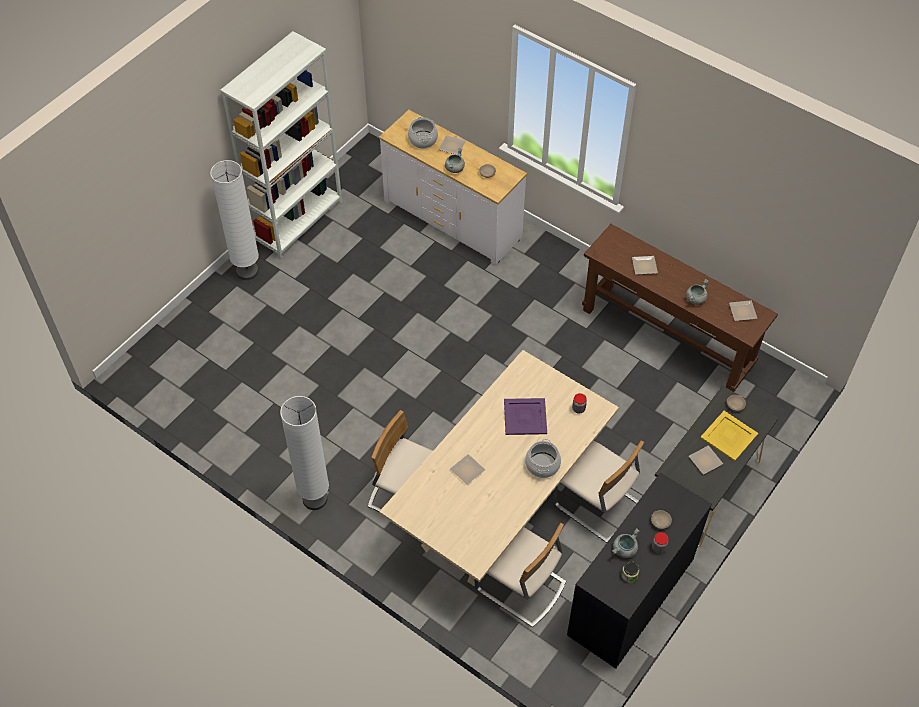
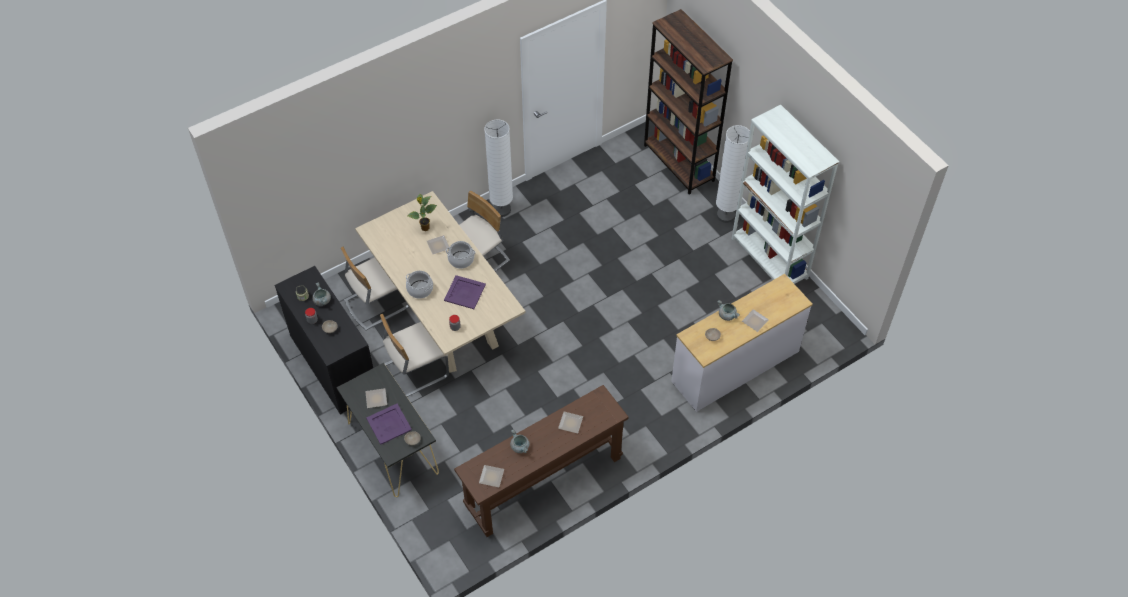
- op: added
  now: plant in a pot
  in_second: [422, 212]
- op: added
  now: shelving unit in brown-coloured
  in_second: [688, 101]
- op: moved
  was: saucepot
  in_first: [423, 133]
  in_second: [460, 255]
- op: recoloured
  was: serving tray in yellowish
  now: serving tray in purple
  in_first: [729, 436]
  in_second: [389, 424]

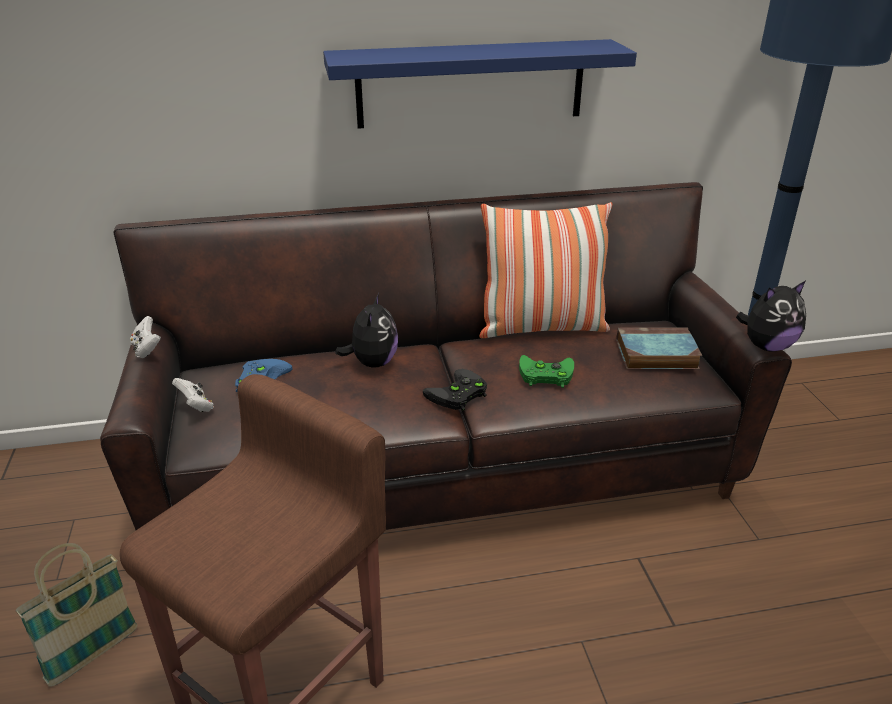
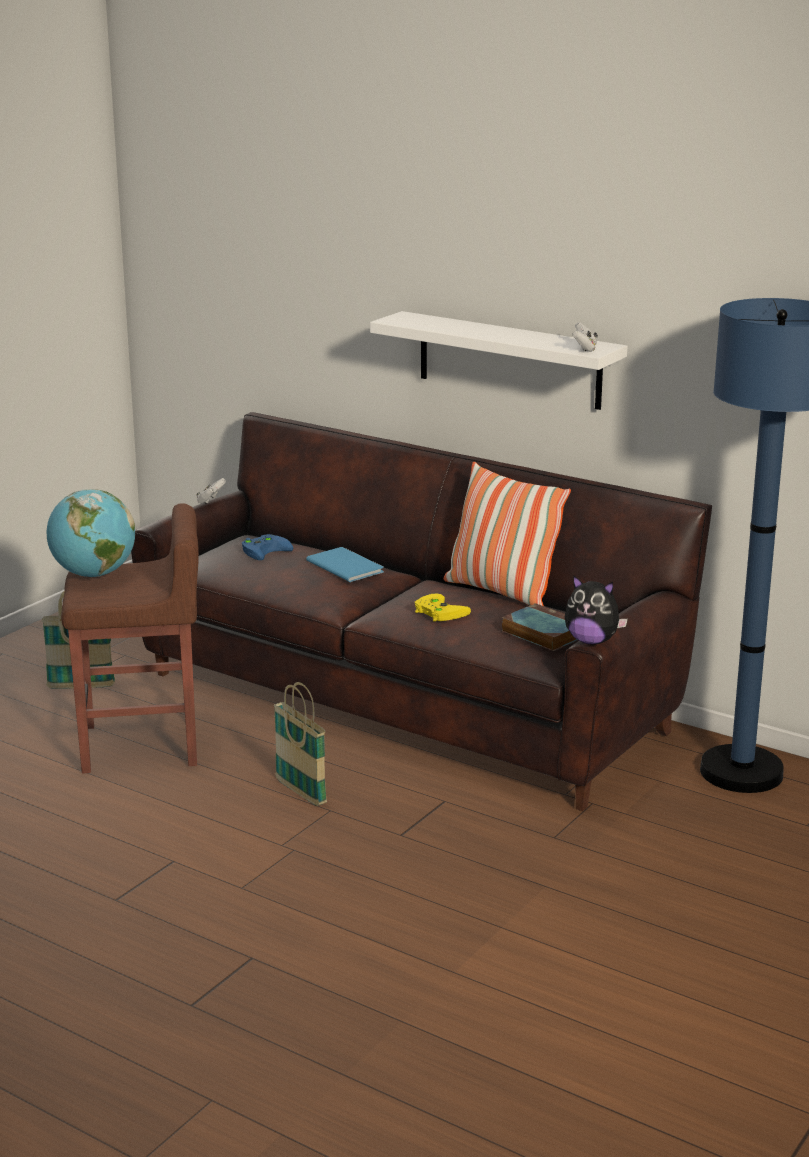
- op: removed
  was: joypad in black-coloured
  in_first: [455, 390]
- op: added
  now: world globe
  in_second: [91, 533]
- op: added
  now: household basket
  in_second: [300, 744]
- op: moved
  was: joypad in white
  in_first: [193, 395]
  in_second: [585, 337]
- op: replaced
  was: cuddly toy
  now: volume in bluish
  in_first: [366, 330]
  in_second: [345, 564]
- op: recoloured
  was: wall shelf in bluish
  now: wall shelf in white
  in_first: [480, 84]
  in_second: [499, 360]
- op: recoloured
  was: joypad in green-coloured
  now: joypad in yellowish
  in_first: [546, 371]
  in_second: [443, 608]

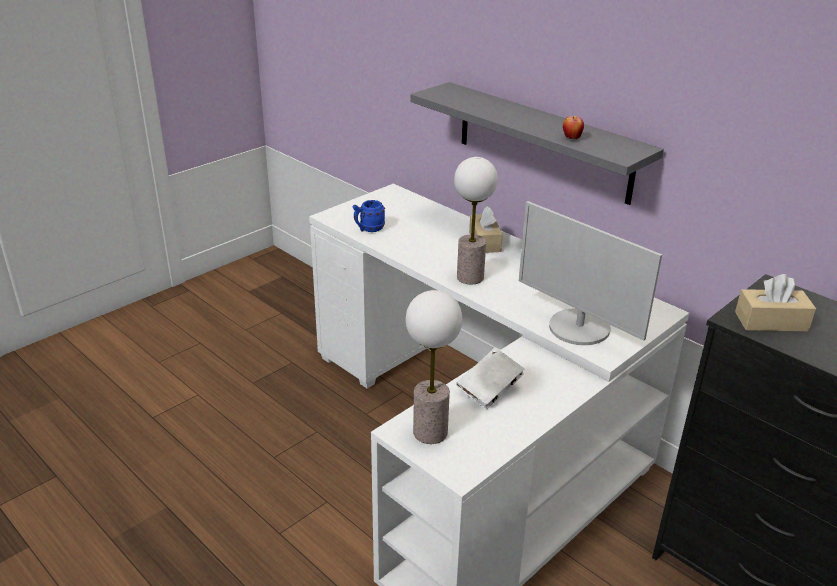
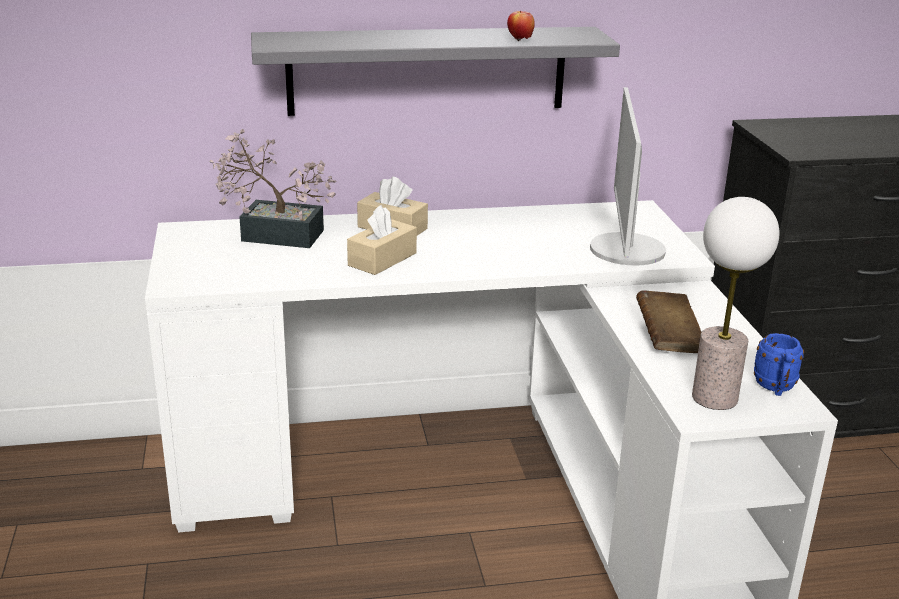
- op: removed
  was: tabletop lamp
  in_first: [476, 220]
- op: added
  now: plant in a pot
  in_second: [273, 188]
- op: moved
  was: mug in bluish
  in_first: [369, 216]
  in_second: [779, 364]
- op: moved
  was: tissue box in beige-coloured
  in_first: [775, 303]
  in_second: [382, 240]
- op: recoloured
  was: volume in white
  now: volume in brown-coloured
  in_first: [490, 378]
  in_second: [669, 321]
- op: turned
  was: computer screen
  in_first: [590, 273]
  in_second: [628, 176]
  clockwise: 105

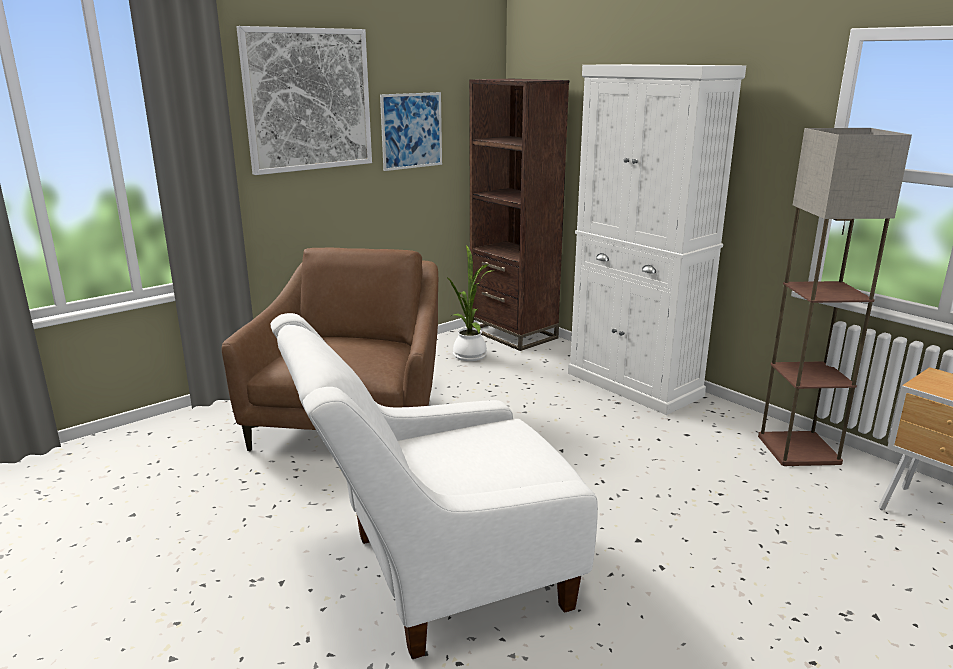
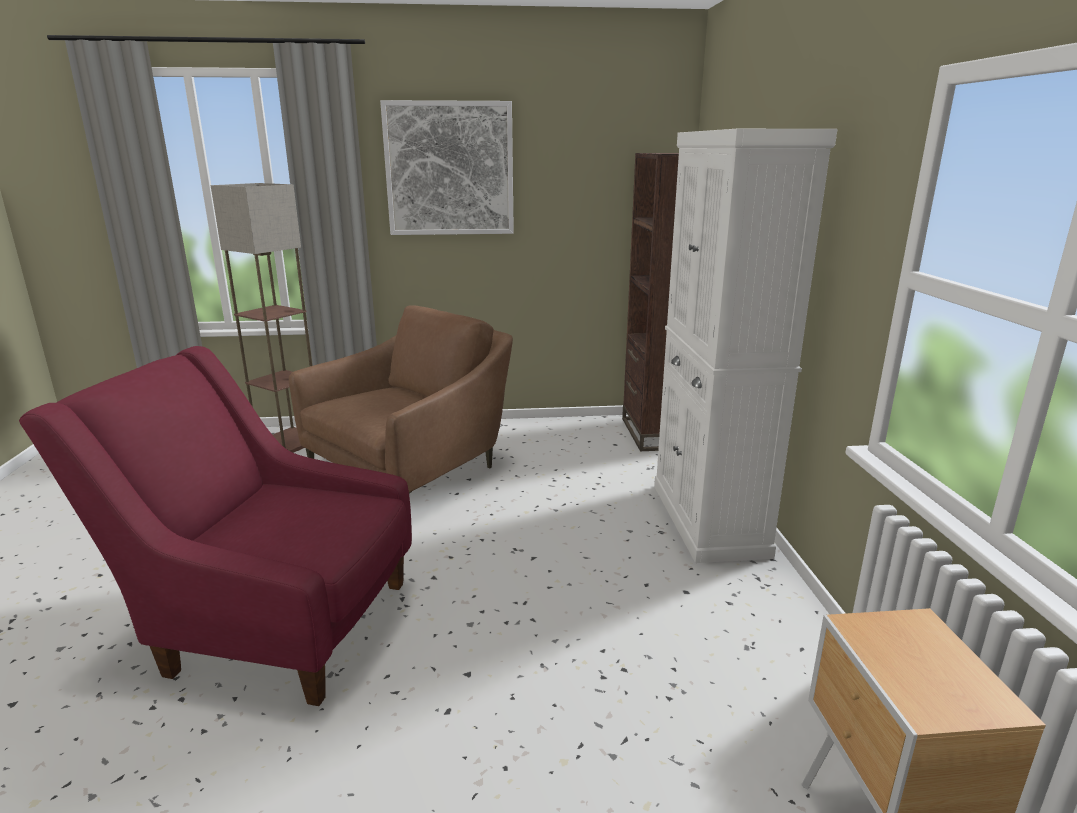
- op: removed
  was: wall picture
  in_first: [411, 131]
- op: removed
  was: plant in a pot
  in_first: [470, 303]
- op: moved
  was: standard lamp
  in_first: [835, 297]
  in_second: [261, 318]
- op: recoloured
  was: lounge chair in white
  now: lounge chair in red-coloured
  in_first: [434, 486]
  in_second: [215, 526]

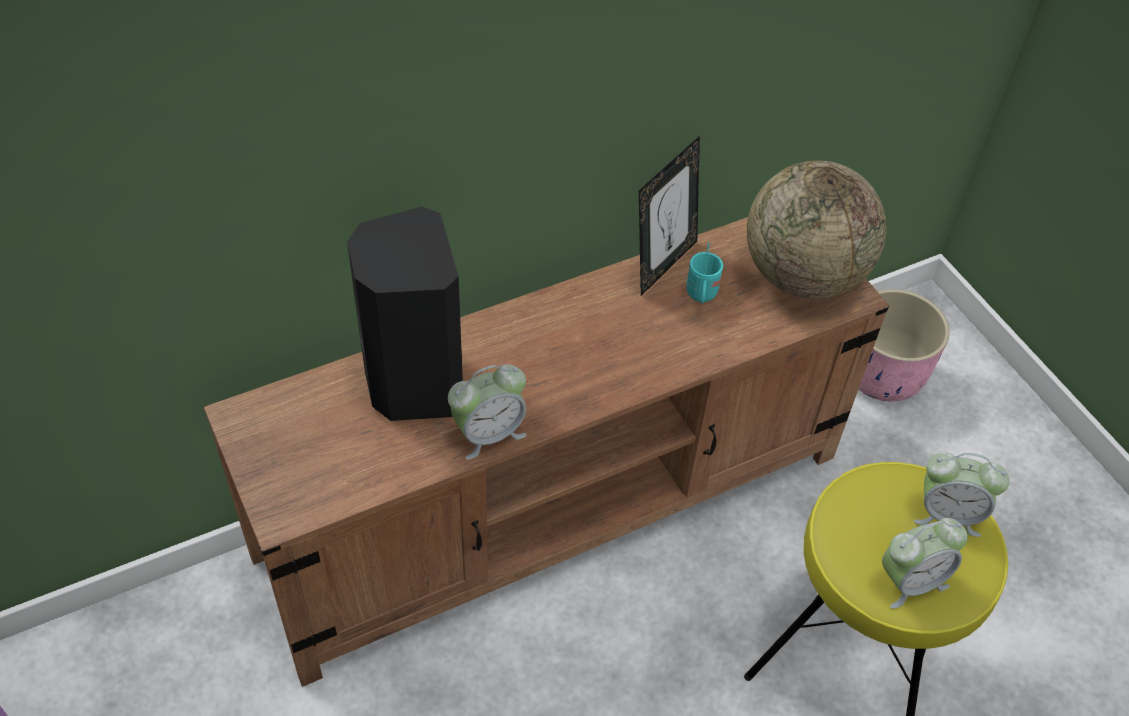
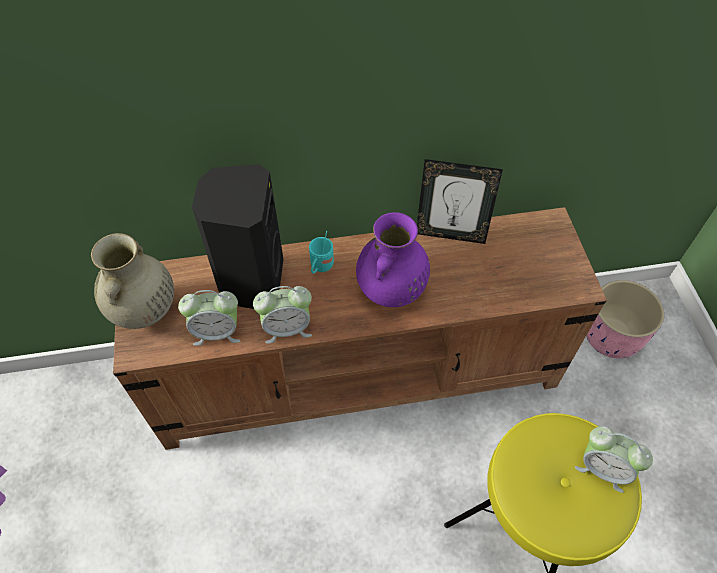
- op: removed
  was: world globe
  in_first: [817, 230]
- op: added
  now: flower vase in beige-coloured
  in_second: [132, 281]
- op: added
  now: flower vase in purple
  in_second: [393, 259]
- op: moved
  was: mug in turquoise-coloured
  in_first: [704, 273]
  in_second: [321, 252]
- op: moved
  was: bedside clock
  in_first: [925, 563]
  in_second: [209, 318]
- op: turned
  was: standing frame
  in_first: [669, 216]
  in_second: [460, 201]
  clockwise: 45

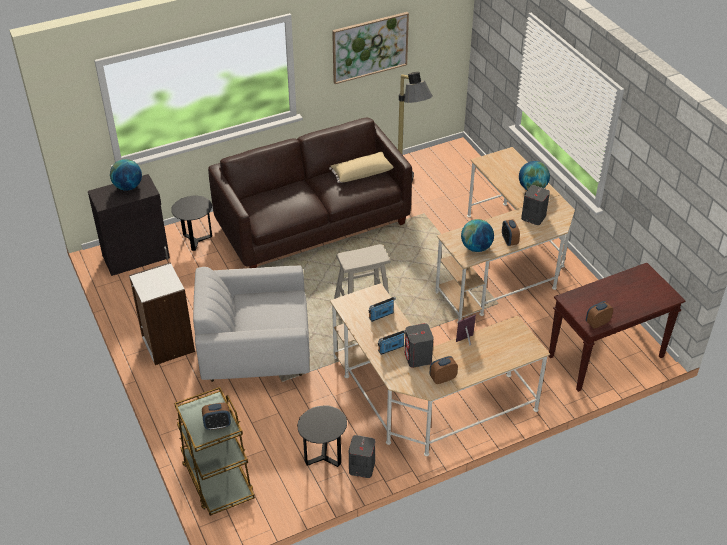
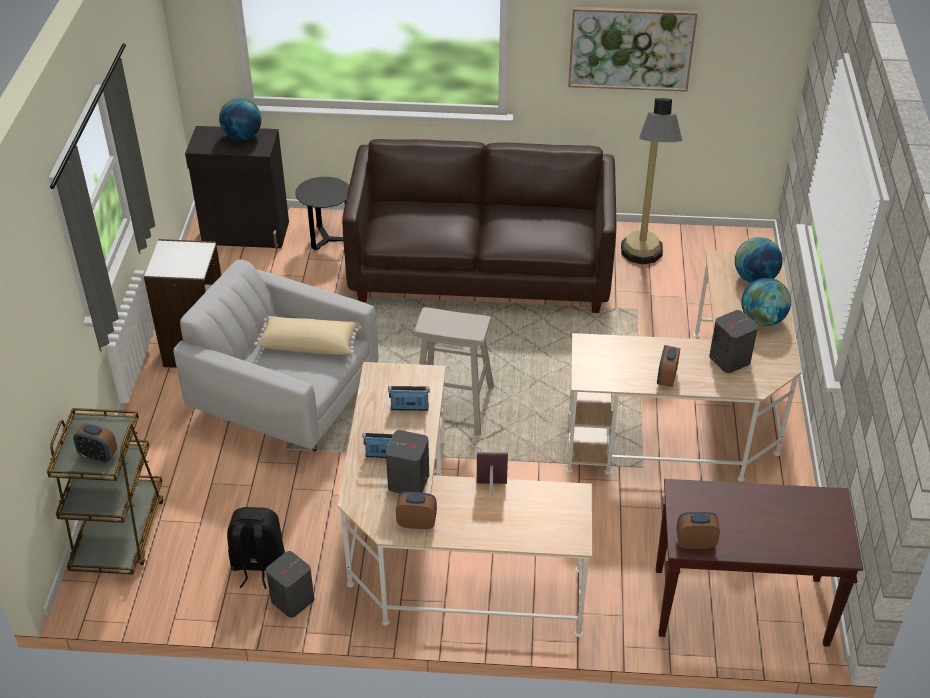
- op: moved
  was: pillow in beige-coloured
  in_first: [361, 167]
  in_second: [308, 335]
- op: moved
  was: world globe
  in_first: [477, 235]
  in_second: [759, 260]
- op: replaced
  was: side table in black-coloured
  now: knapsack in black-coloured
  in_first: [322, 436]
  in_second: [256, 548]

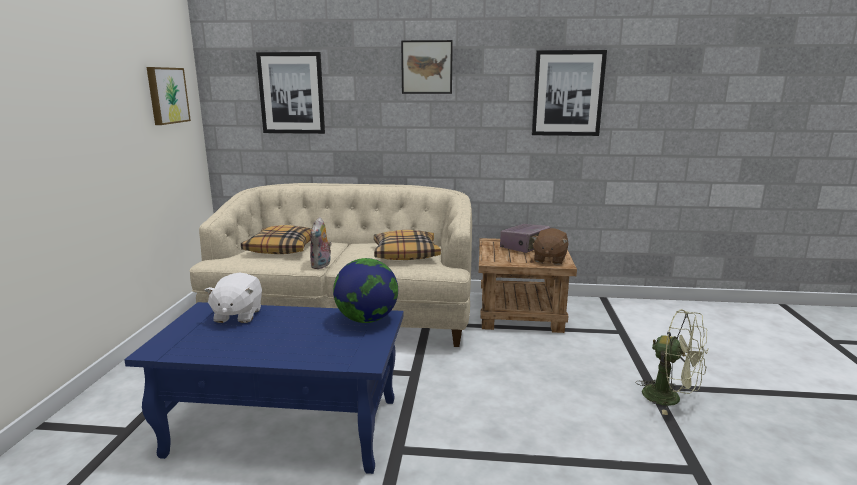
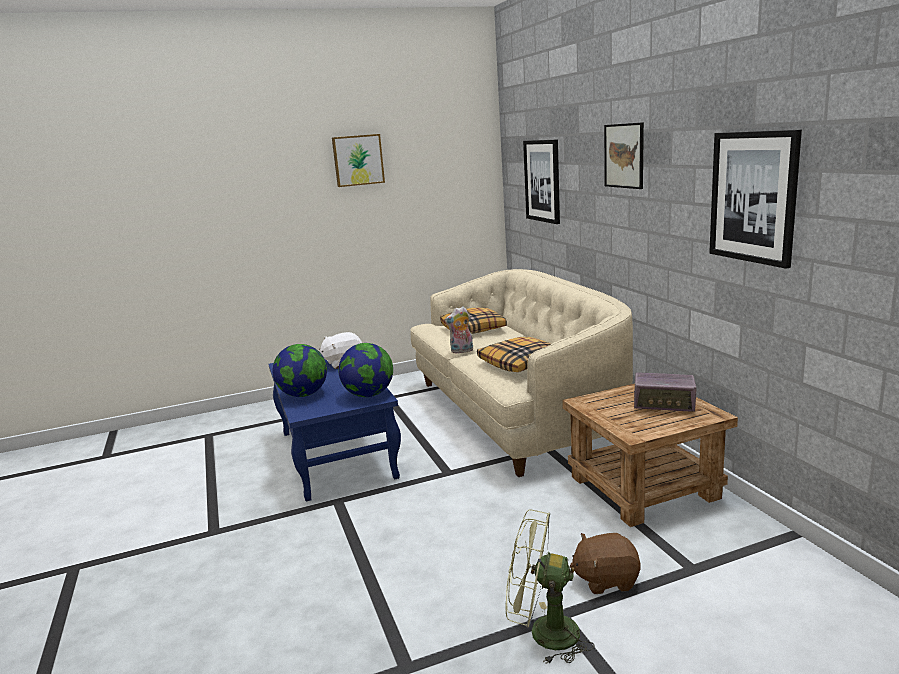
- op: added
  now: world globe
  in_second: [299, 370]
- op: moved
  was: wall picture
  in_first: [169, 96]
  in_second: [358, 160]
- op: moved
  was: cuddly toy in brown-coloured
  in_first: [550, 246]
  in_second: [605, 563]
- op: turned
  was: electric fan in green-coloured
  in_first: [671, 362]
  in_second: [550, 586]
  clockwise: 90

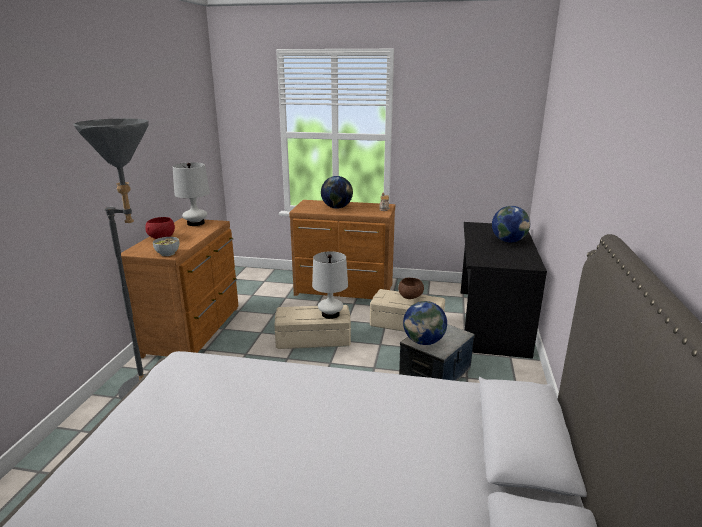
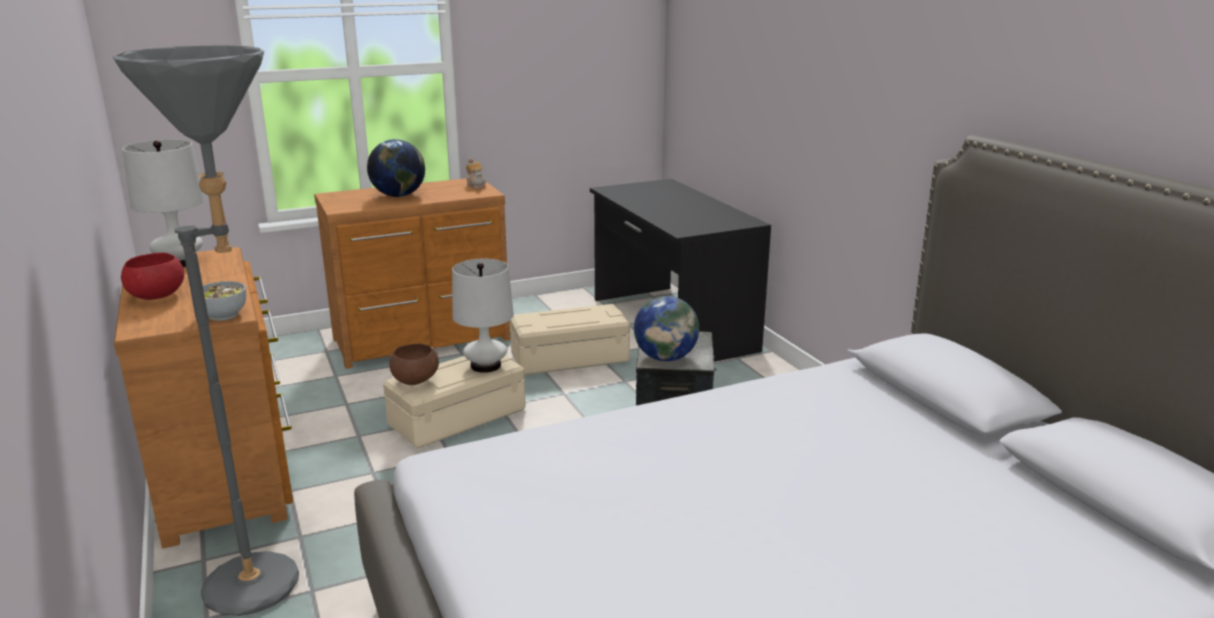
- op: removed
  was: world globe
  in_first: [511, 224]
- op: moved
  was: deep dish in brown-coloured
  in_first: [411, 288]
  in_second: [414, 364]

